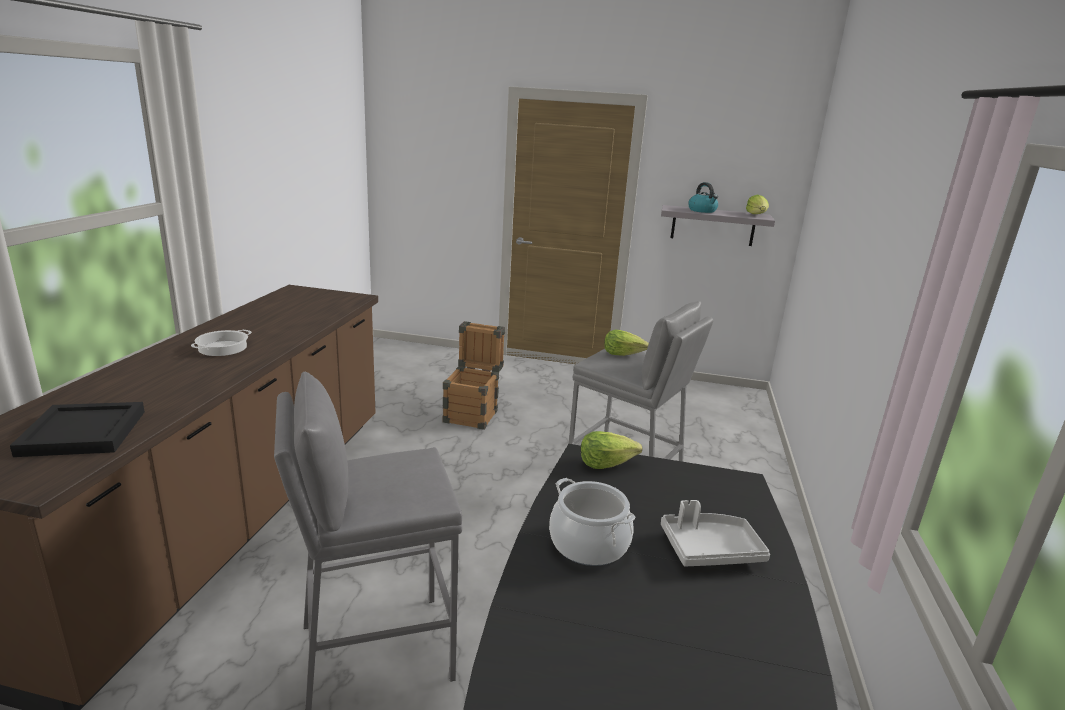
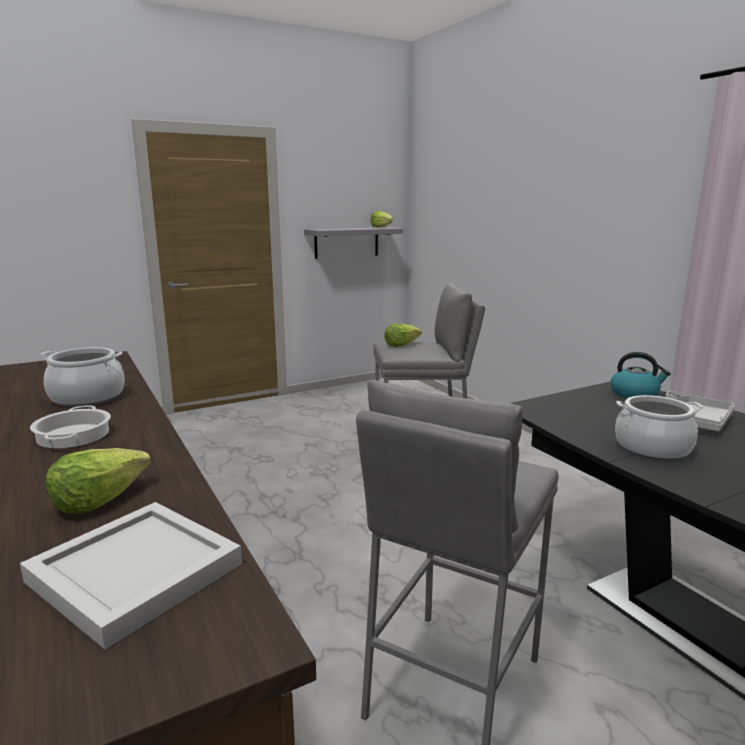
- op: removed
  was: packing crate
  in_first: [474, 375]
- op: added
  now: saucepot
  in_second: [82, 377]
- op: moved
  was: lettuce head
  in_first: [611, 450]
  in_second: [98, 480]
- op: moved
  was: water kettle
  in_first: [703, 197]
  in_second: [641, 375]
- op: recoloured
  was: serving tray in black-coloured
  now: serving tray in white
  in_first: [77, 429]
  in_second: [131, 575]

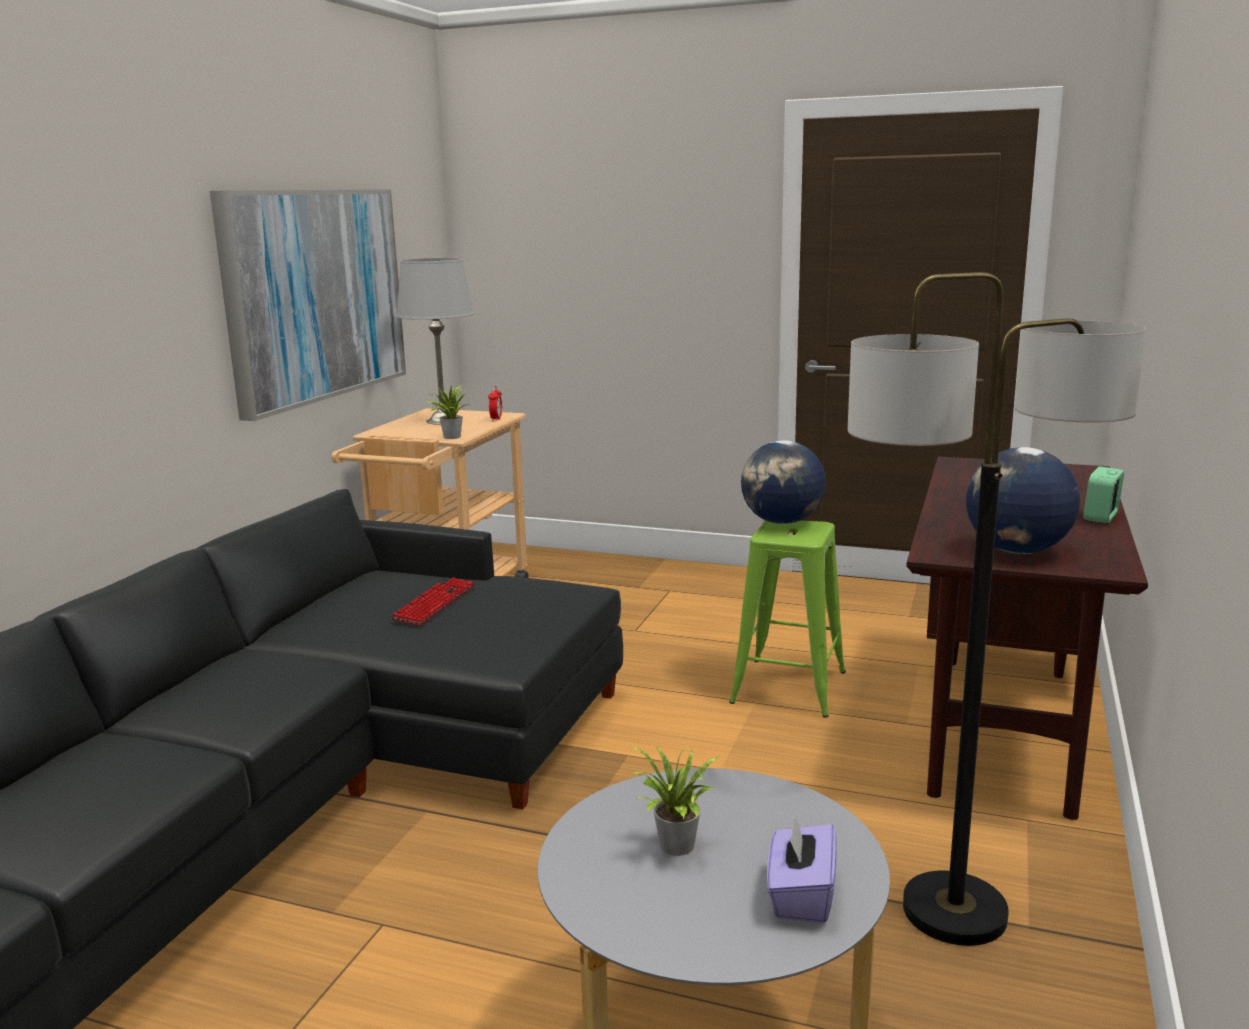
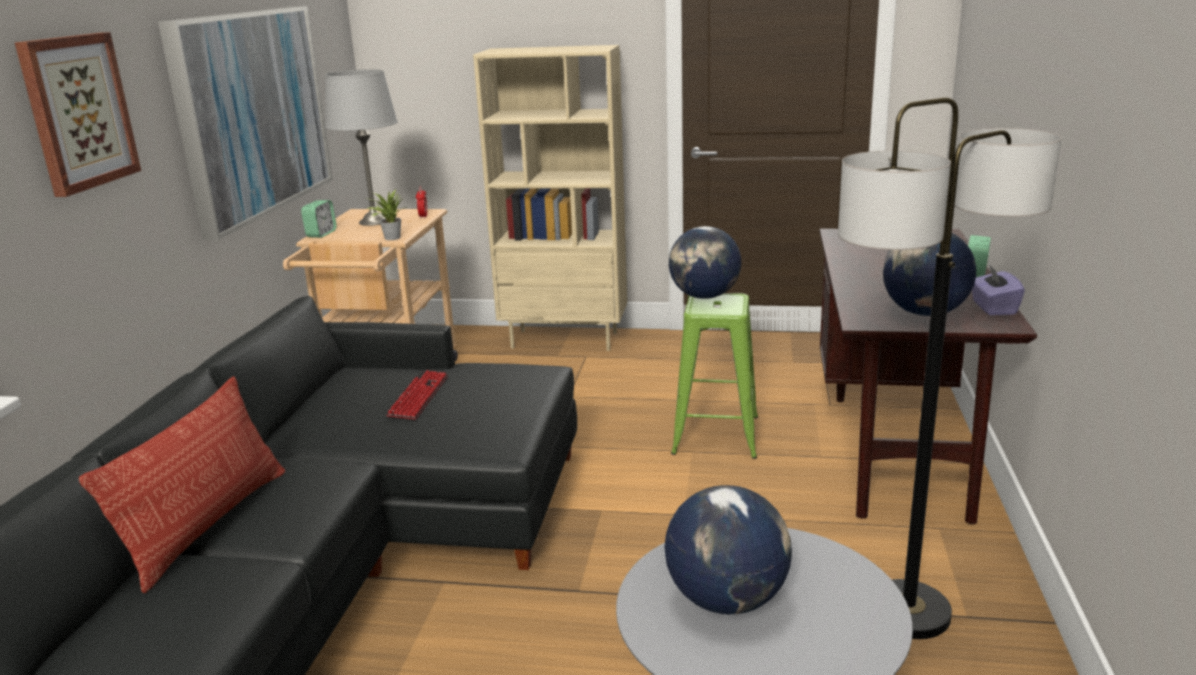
- op: added
  now: wall picture
  in_second: [78, 114]
- op: added
  now: pillow
  in_second: [182, 484]
- op: added
  now: bedside clock
  in_second: [319, 219]
- op: added
  now: shelving unit in beige-coloured
  in_second: [550, 198]
- op: moved
  was: tissue box in purple
  in_first: [802, 869]
  in_second: [998, 289]
- op: replaced
  was: plant in a pot
  now: world globe
  in_first: [676, 801]
  in_second: [728, 549]

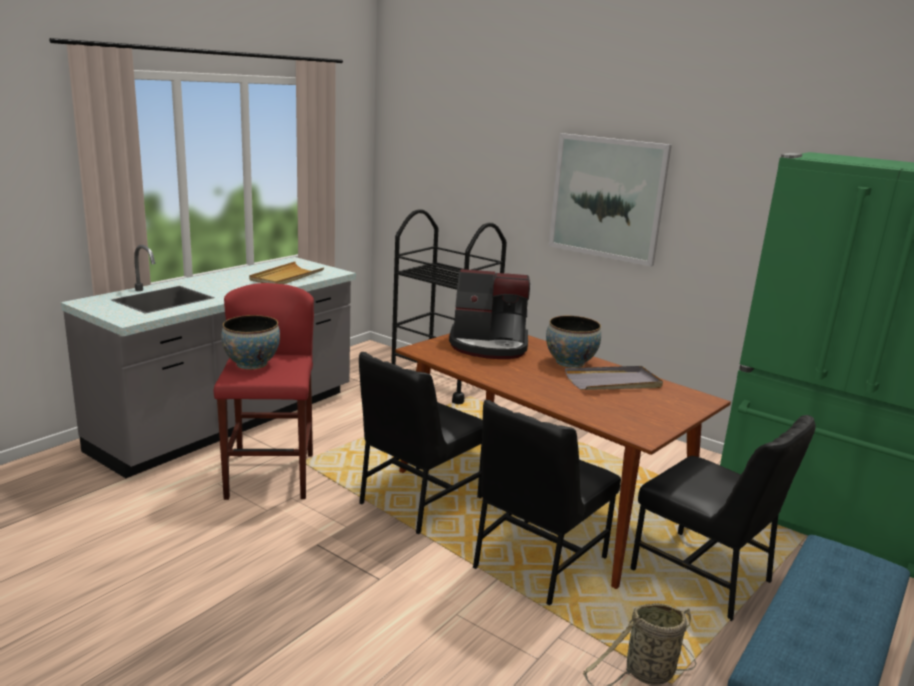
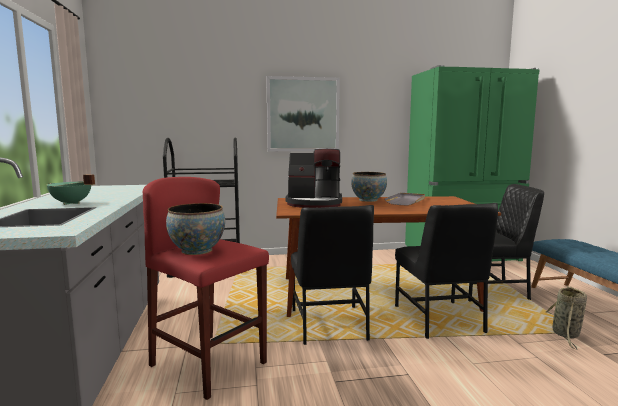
- op: removed
  was: serving tray in beige-coloured
  in_first: [286, 272]
- op: added
  now: saucepot in green-coloured
  in_second: [70, 189]
- op: turned
  was: coffee maker
  in_first: [489, 314]
  in_second: [314, 178]
  clockwise: 45

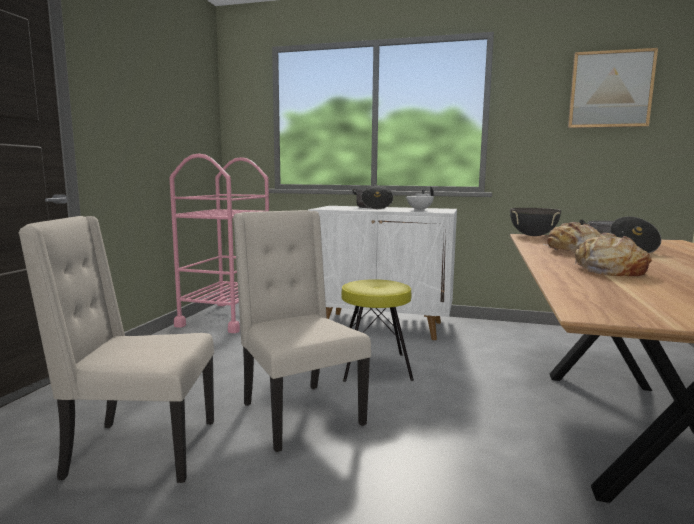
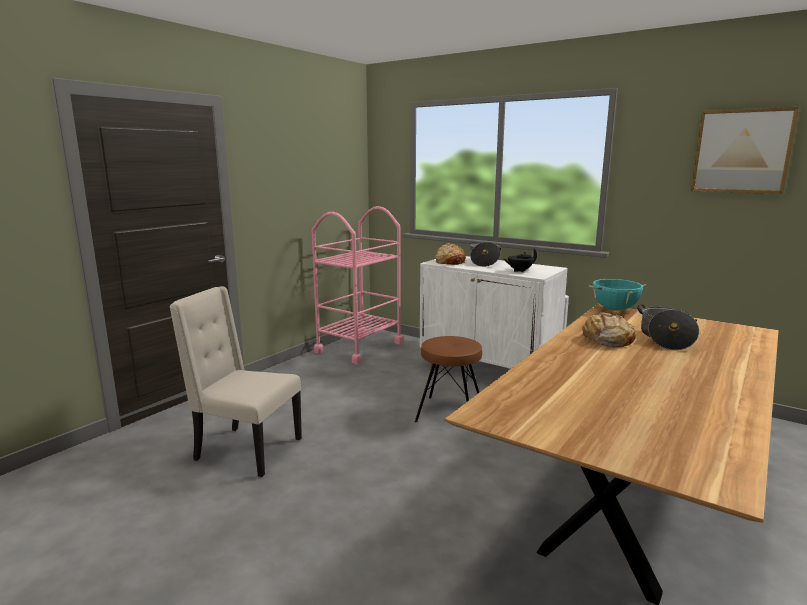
- op: removed
  was: chair in beige-coloured
  in_first: [302, 331]
- op: moved
  was: bakery bread
  in_first: [612, 254]
  in_second: [450, 254]
- op: recoloured
  was: stool seat in yellowish
  now: stool seat in brown-coloured
  in_first: [377, 330]
  in_second: [448, 379]
- op: recoloured
  was: tea pot in white
  now: tea pot in black-coloured
  in_first: [420, 199]
  in_second: [520, 260]
- op: recoloured
  was: saucepot in black-coloured
  now: saucepot in turquoise-coloured
  in_first: [535, 222]
  in_second: [617, 295]

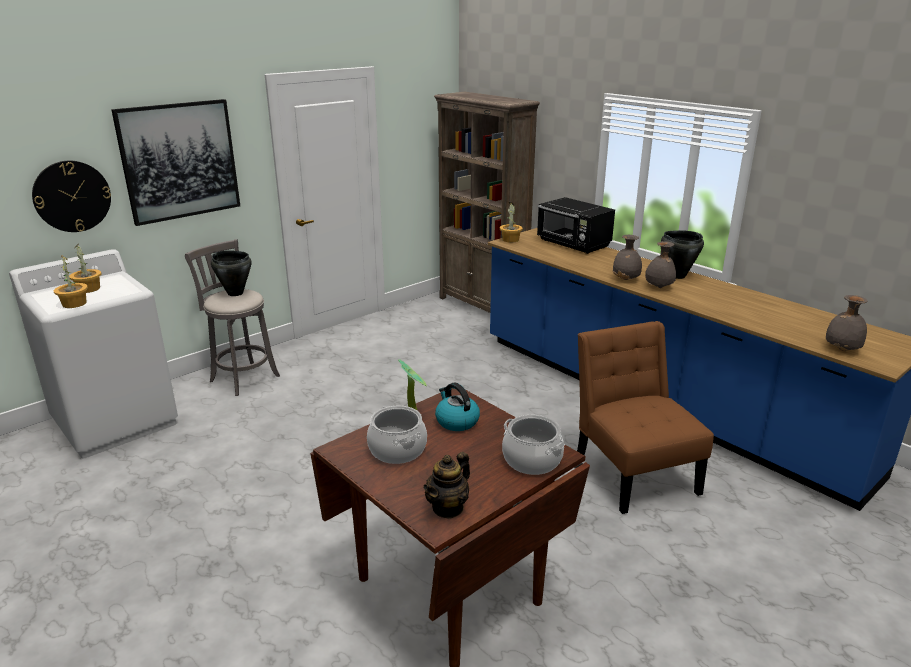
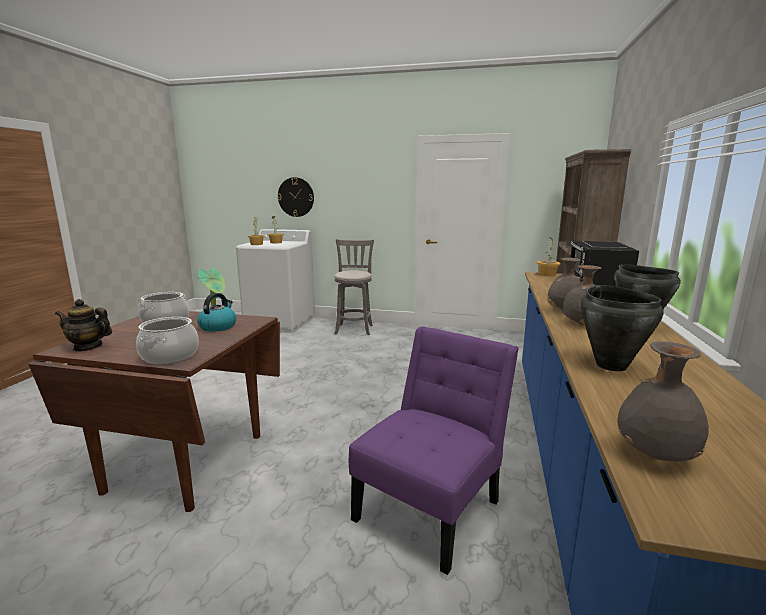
- op: removed
  was: wall picture
  in_first: [175, 162]
- op: moved
  was: saucepot in black-coloured
  in_first: [231, 273]
  in_second: [622, 328]
- op: recoloured
  was: chair in brown-coloured
  now: chair in purple
  in_first: [645, 417]
  in_second: [434, 450]

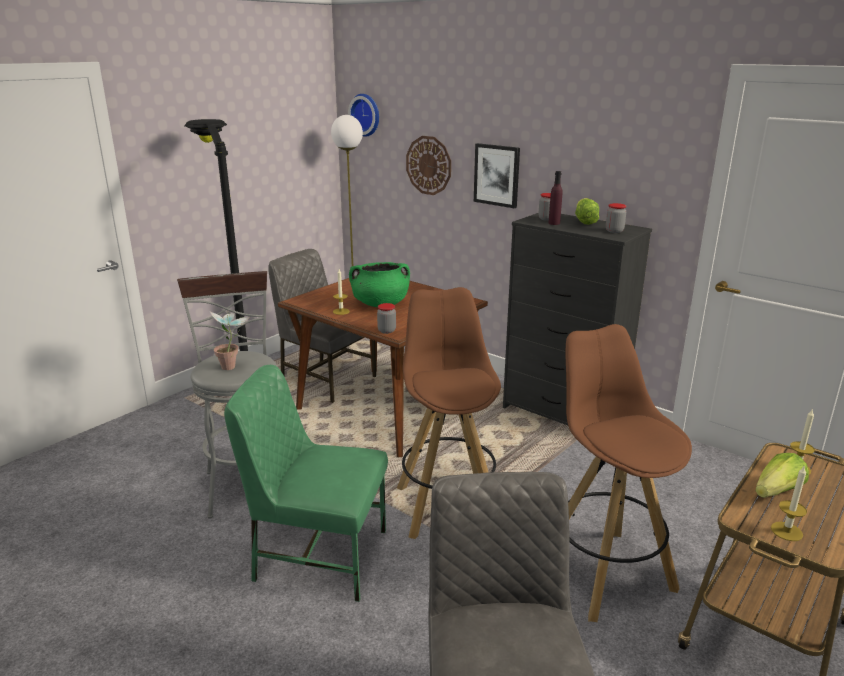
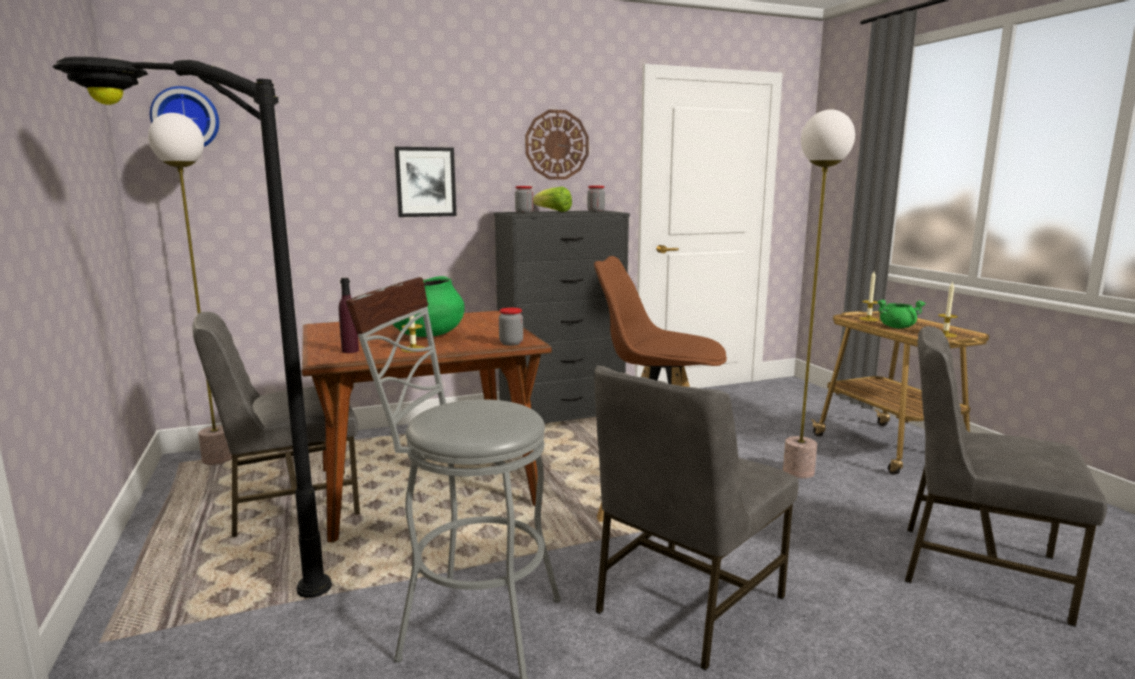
- op: removed
  was: plant in a pot
  in_first: [230, 341]
- op: moved
  was: hanging clock
  in_first: [428, 165]
  in_second: [557, 145]
- op: moved
  was: beverage bottle in purple
  in_first: [556, 198]
  in_second: [349, 315]
- op: replaced
  was: stool seat in brown-coloured
  now: standard lamp
  in_first: [629, 473]
  in_second: [819, 293]
- op: replaced
  was: lettuce head
  now: saucepot in green-coloured
  in_first: [782, 475]
  in_second: [902, 314]
- op: recoloured
  was: chair in green-coloured
  now: chair in gray
  in_first: [306, 483]
  in_second: [696, 518]

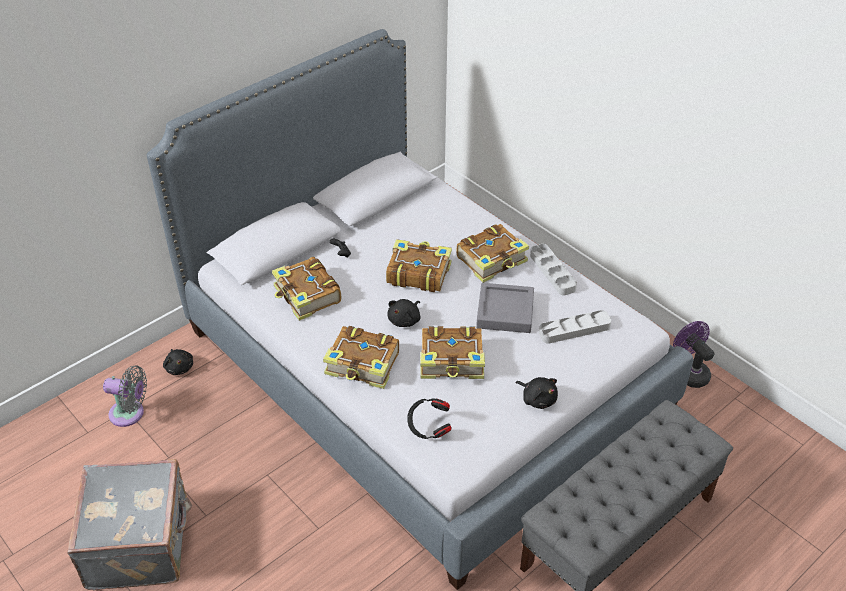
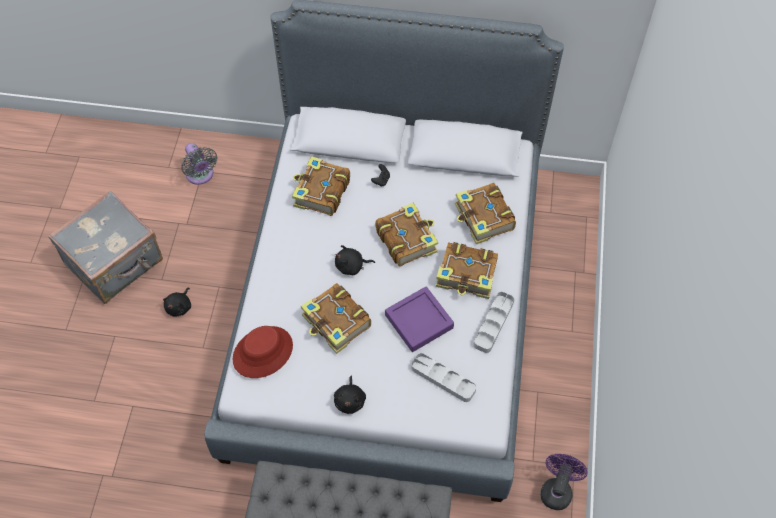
- op: moved
  was: cuddly toy in black-coloured
  in_first: [178, 362]
  in_second: [177, 302]
- op: moved
  was: volume
  in_first: [361, 357]
  in_second: [485, 213]
- op: replaced
  was: headset in black-coloured
  now: hat in red-coloured
  in_first: [429, 419]
  in_second: [262, 352]
- op: recoloured
  was: serving tray in gray
  now: serving tray in purple
  in_first: [505, 308]
  in_second: [419, 319]

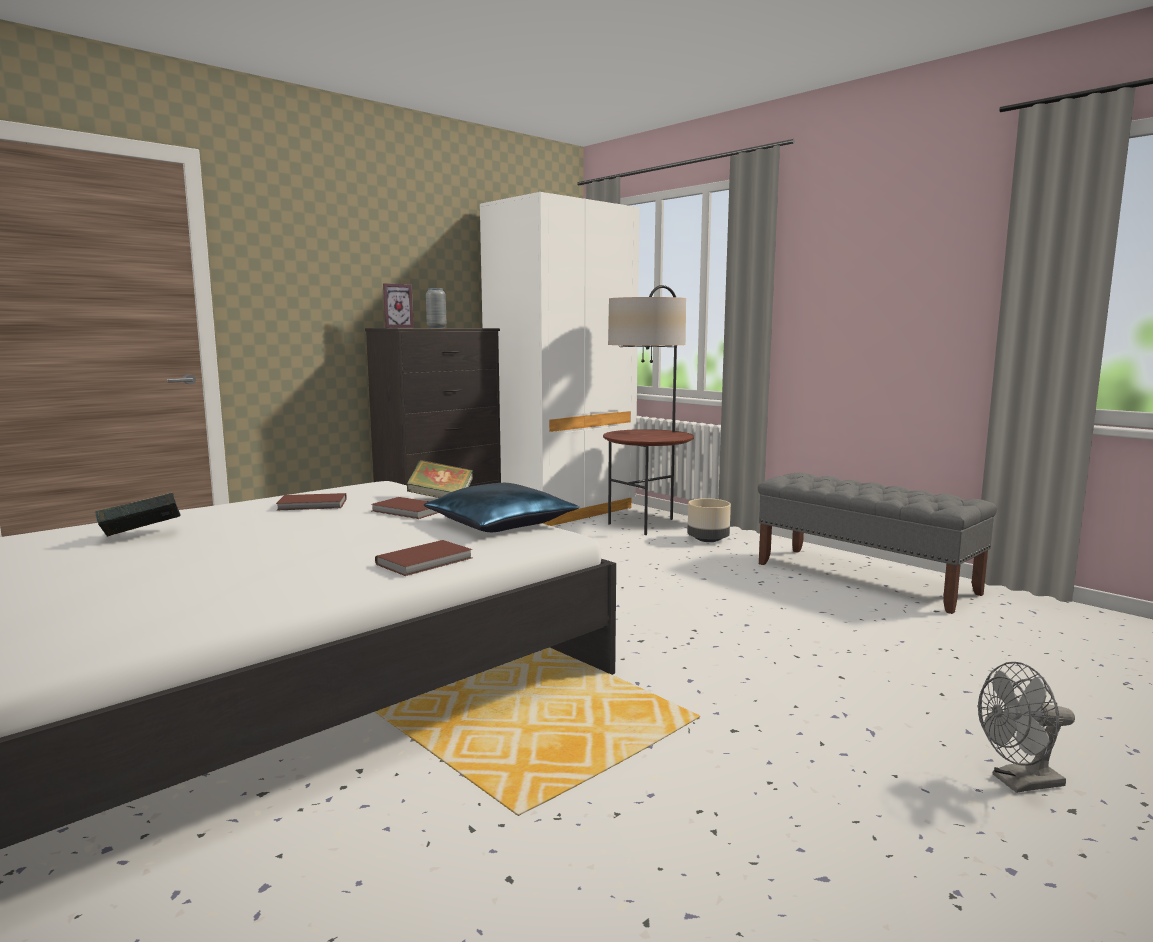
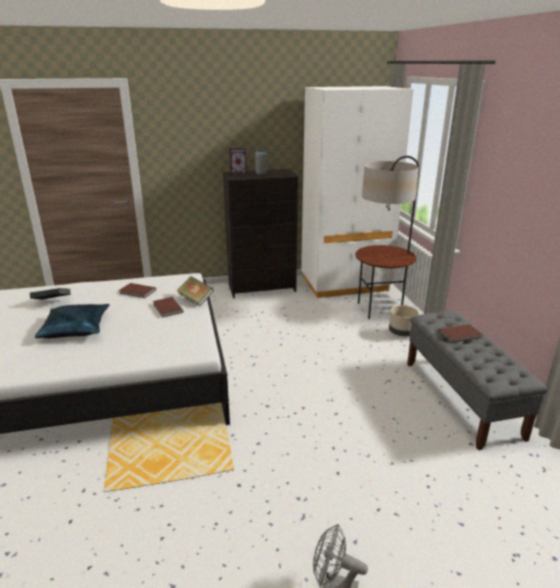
- op: moved
  was: volume in brown-coloured
  in_first: [423, 558]
  in_second: [461, 333]
- op: moved
  was: pillow in bluish
  in_first: [501, 507]
  in_second: [72, 321]

